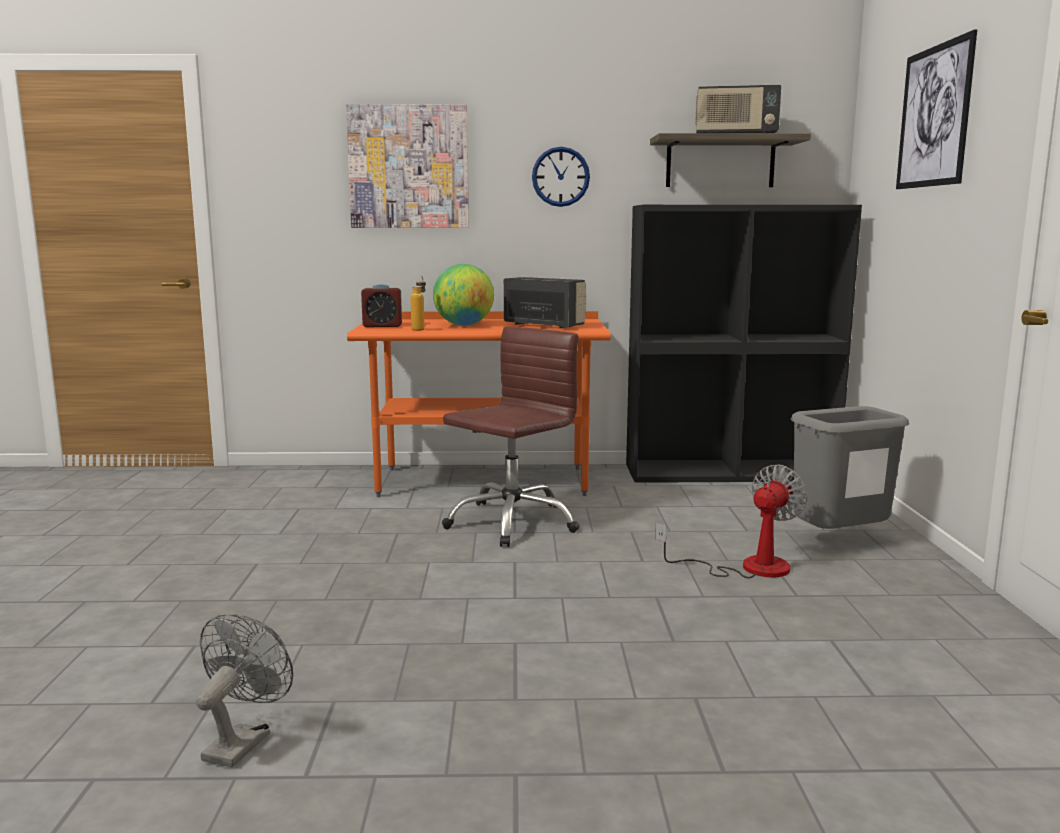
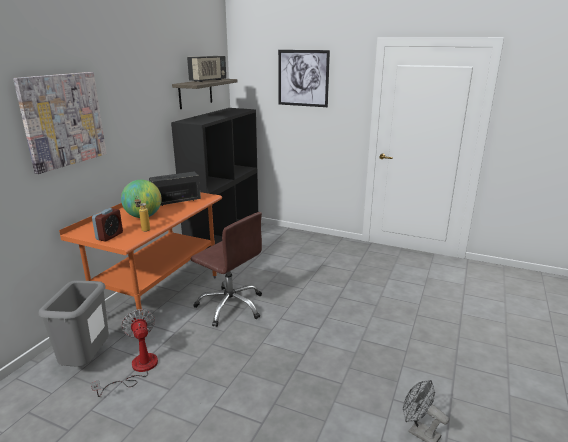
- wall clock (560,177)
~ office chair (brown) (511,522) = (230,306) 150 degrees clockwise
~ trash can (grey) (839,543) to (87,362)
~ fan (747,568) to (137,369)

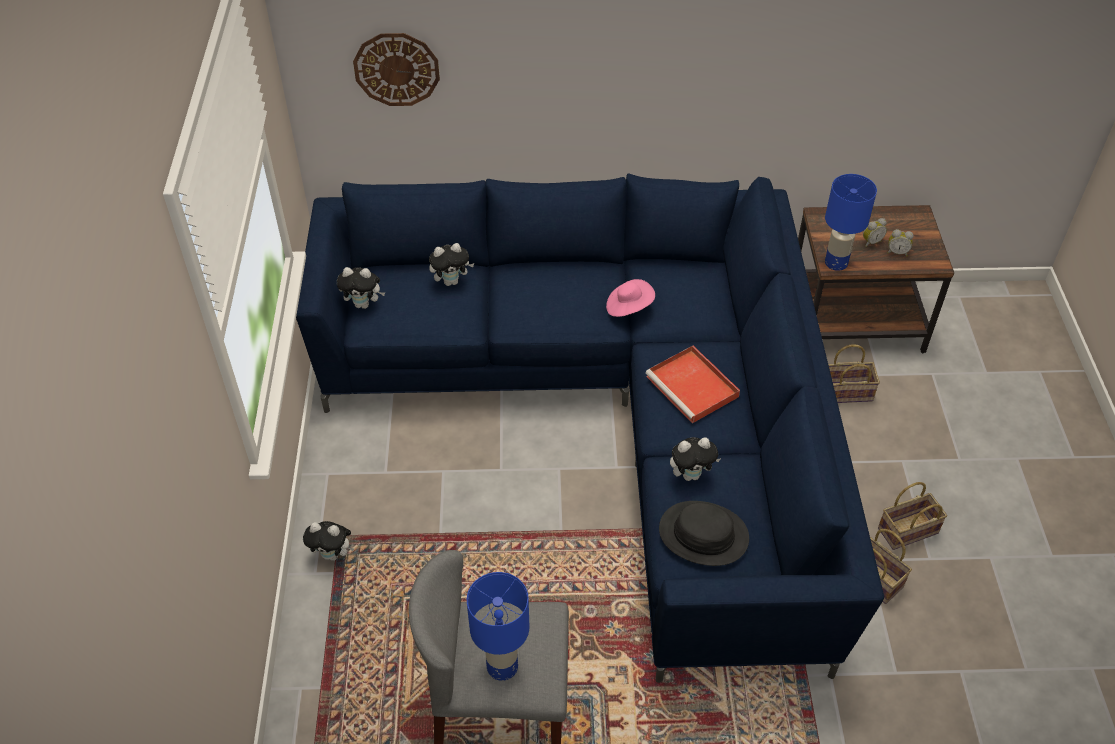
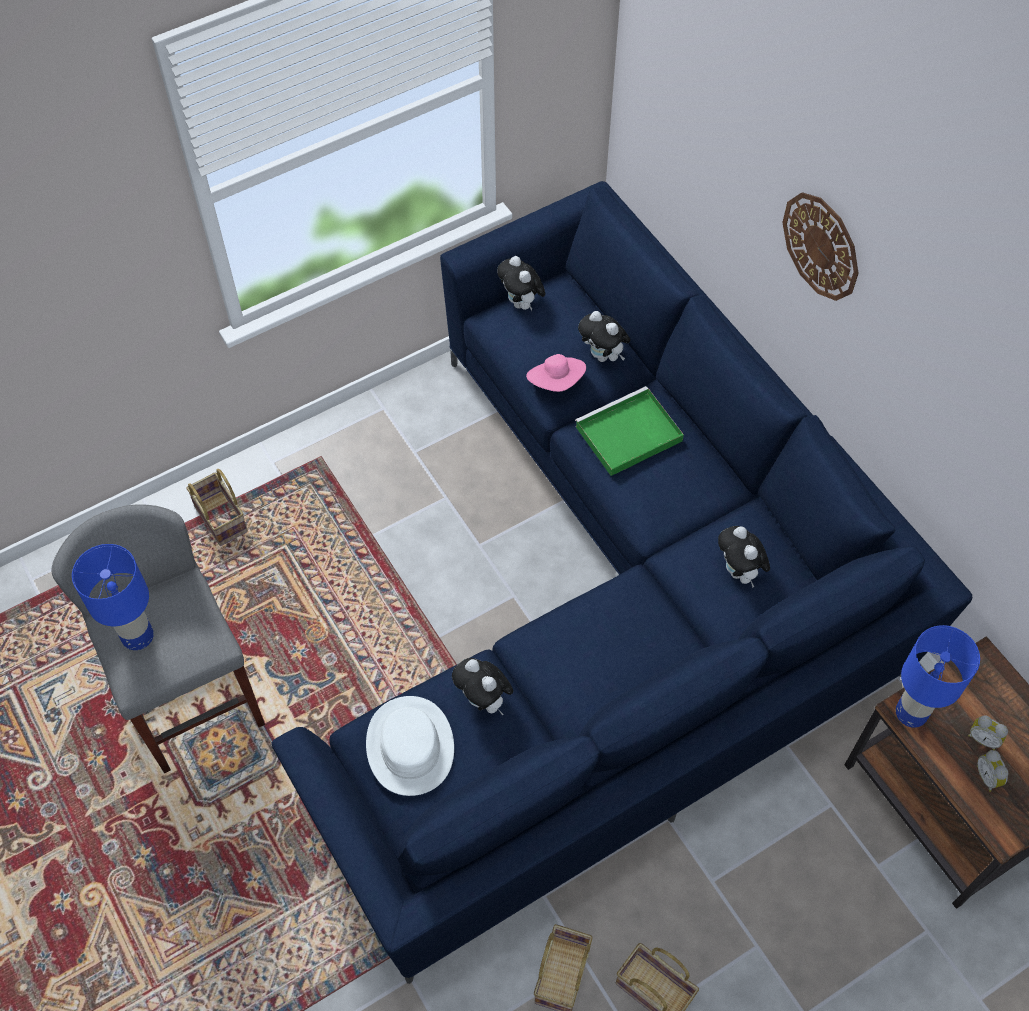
~ wall clock (396,69) to (821,246)
~ hat (pink) (628,307) to (556,382)
~ basket (847,392) to (222,519)
- tray (red) (693,387)
~ hat (black) (703,534) to hat (white) (409,746)
~ plush toy (333,555) to (739,572)
+ tray (green) (627,435)

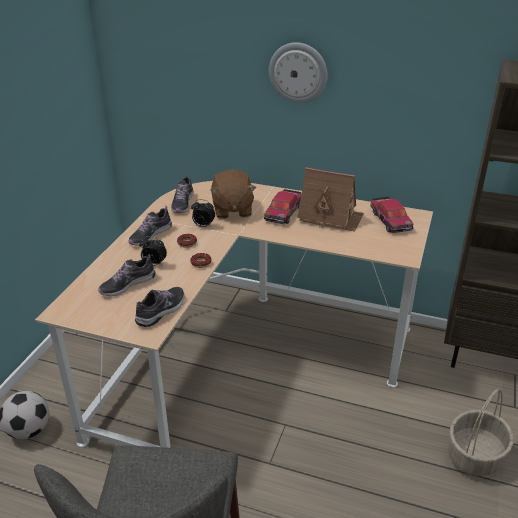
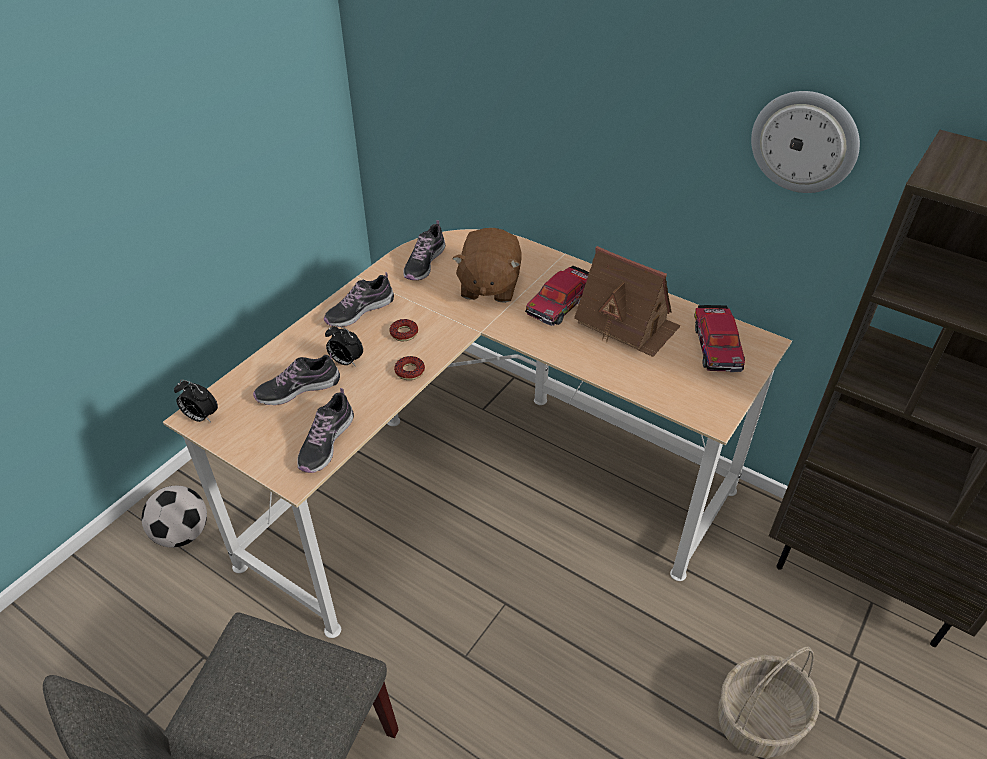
~ wall clock (298,72) to (805,142)
~ alarm clock (203,226) to (201,417)
~ shoe (161,311) = (326,442) 150 degrees clockwise

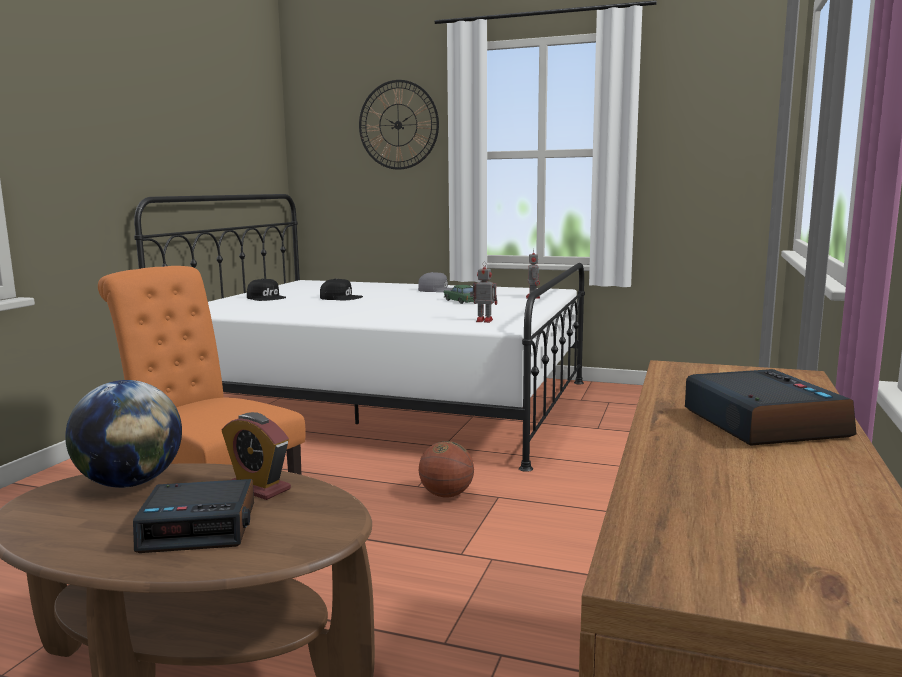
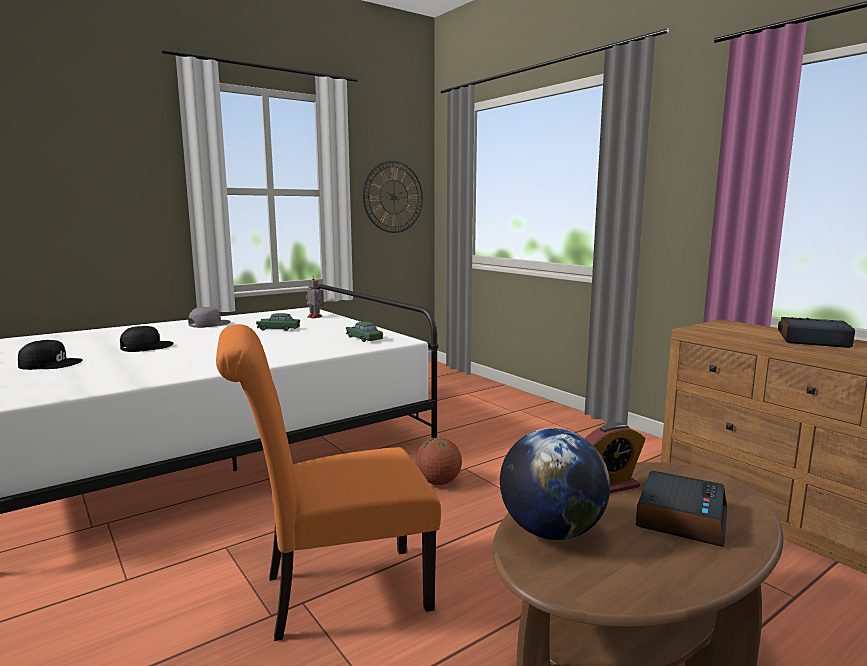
~ wall clock (398,125) to (393,197)
~ toy robot (483,320) to toy car (green) (364,338)

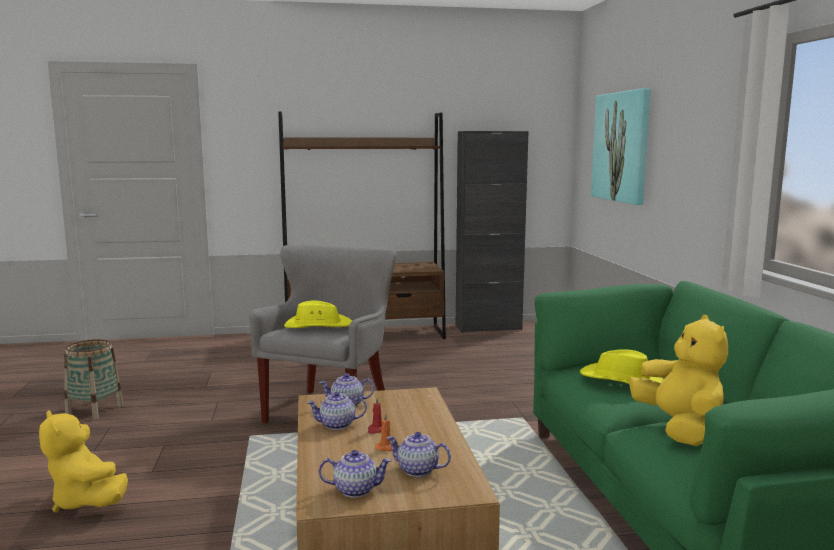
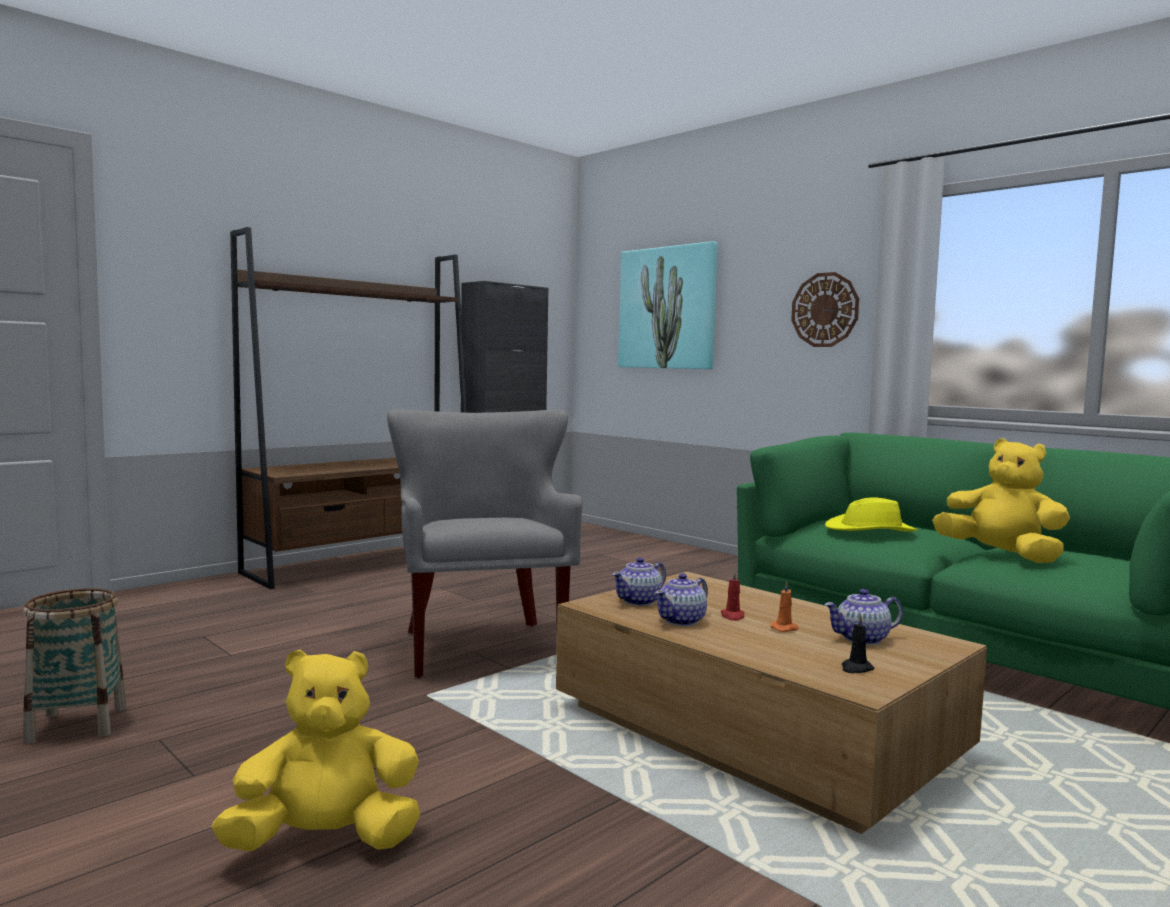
- hat (yellow) (318,325)
~ plush toy (yellow) (86,501) = (326,841) 150 degrees clockwise
~ teapot (355,490) to candle (black) (856,669)
+ wall clock (825,310)

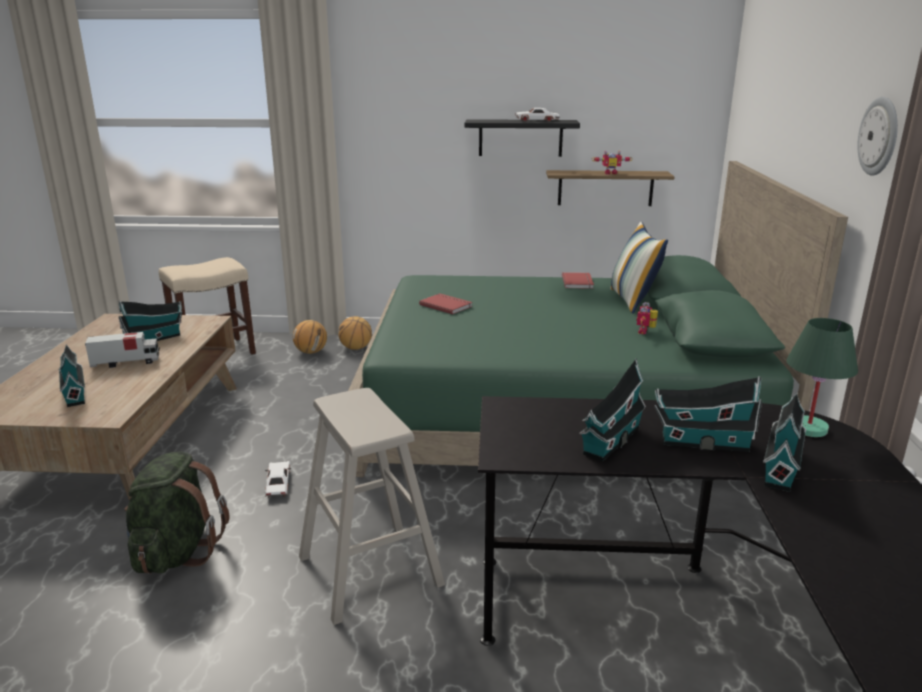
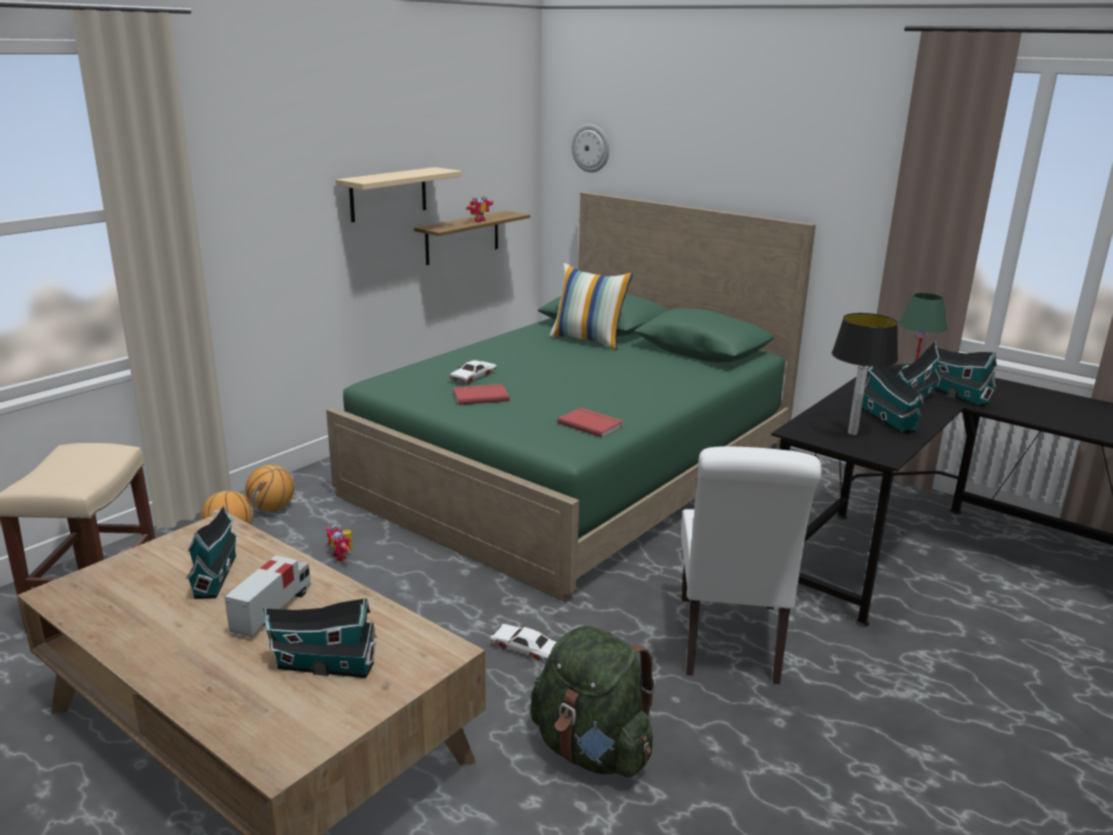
~ wall clock (879,136) to (591,148)
~ toy car (white) (537,121) to (473,377)
~ shelf (black) (520,138) to shelf (beige) (388,194)
~ book (red) (578,282) to (591,424)
~ toy robot (646,331) to (342,556)
~ stool (beige) (369,570) to chair (white) (730,644)
+ table lamp (853,433)

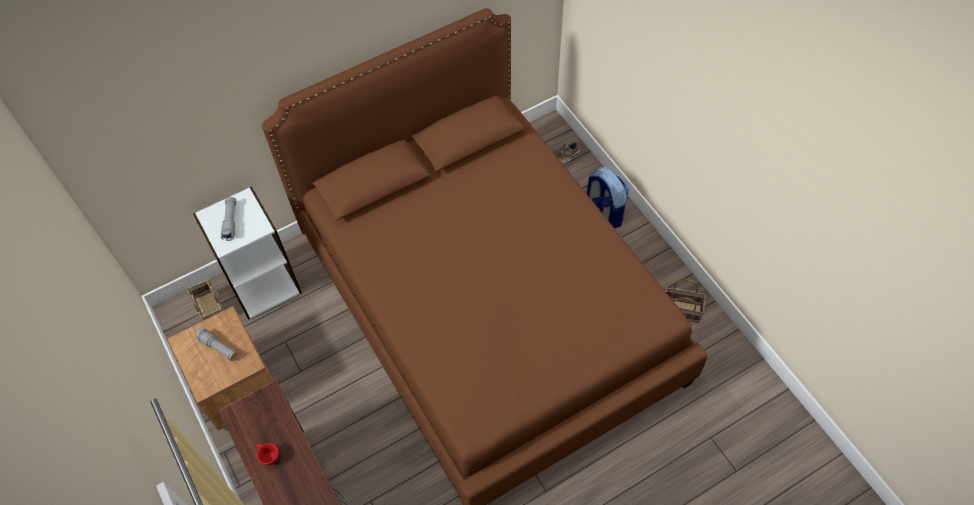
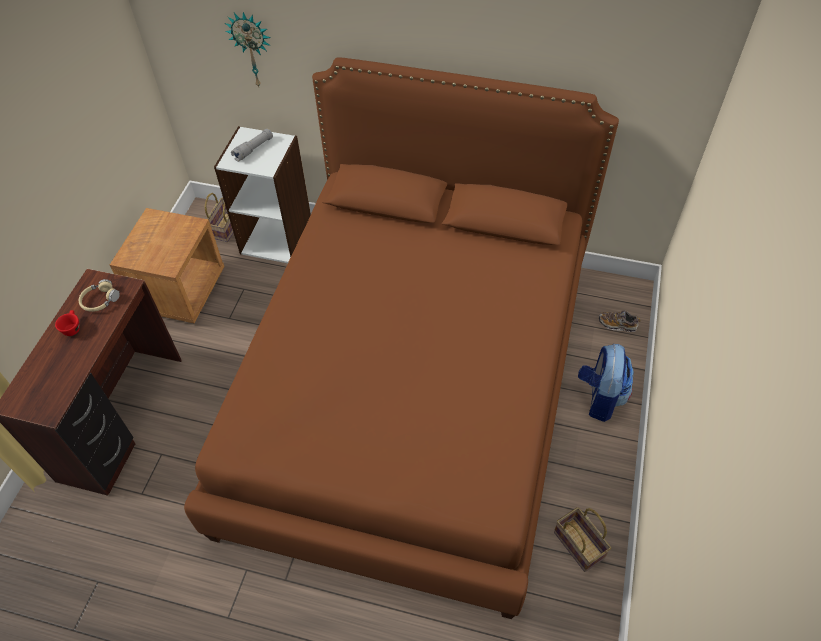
- flashlight (grey) (218,347)
+ wall clock (252,49)
+ headphones (beige) (100,300)

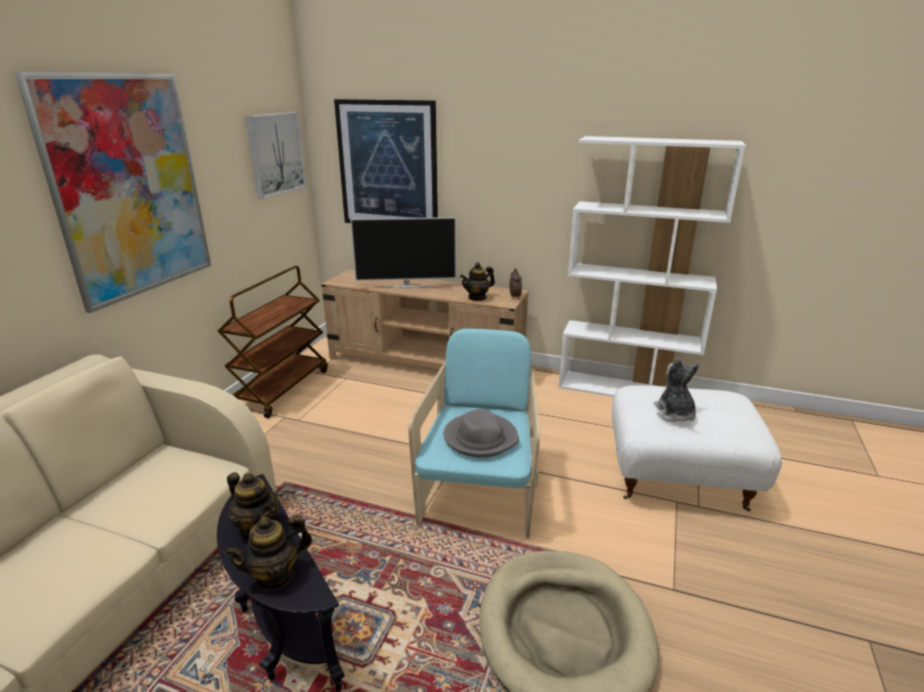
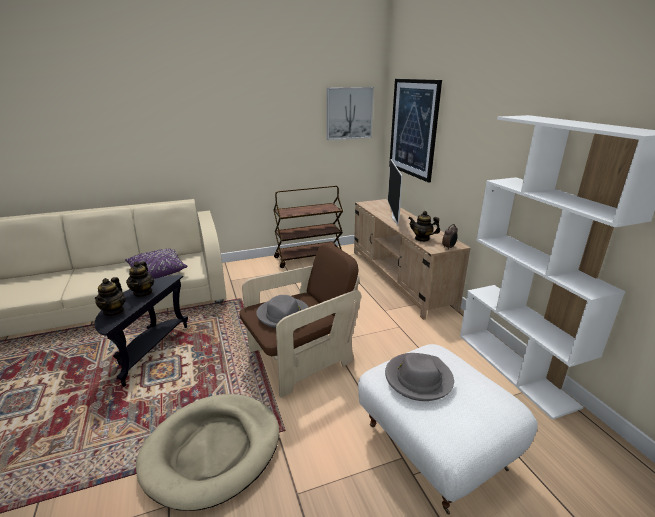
- picture (129,187)
~ television (406,286) = (395,218) 45 degrees clockwise
~ armchair (turquoise) (479,493) to armchair (brown) (300,359)
~ plush toy (674,414) to hat (grey) (418,379)
~ teapot (275,575) = (114,311) 105 degrees counterclockwise
+ pillow (purple) (157,272)

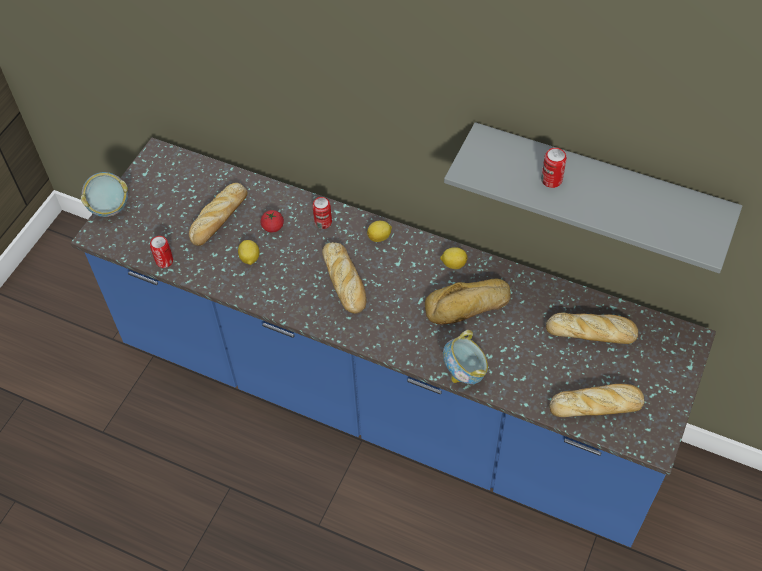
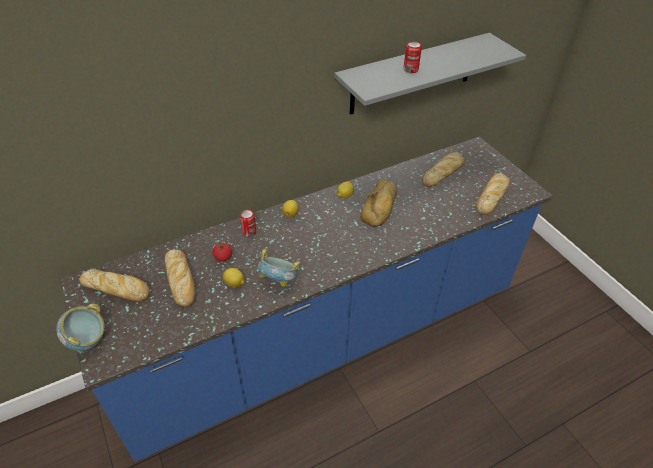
- can (164,261)
~ bread (345,281) to (117,289)
~ bowl (464,372) to (279,281)

